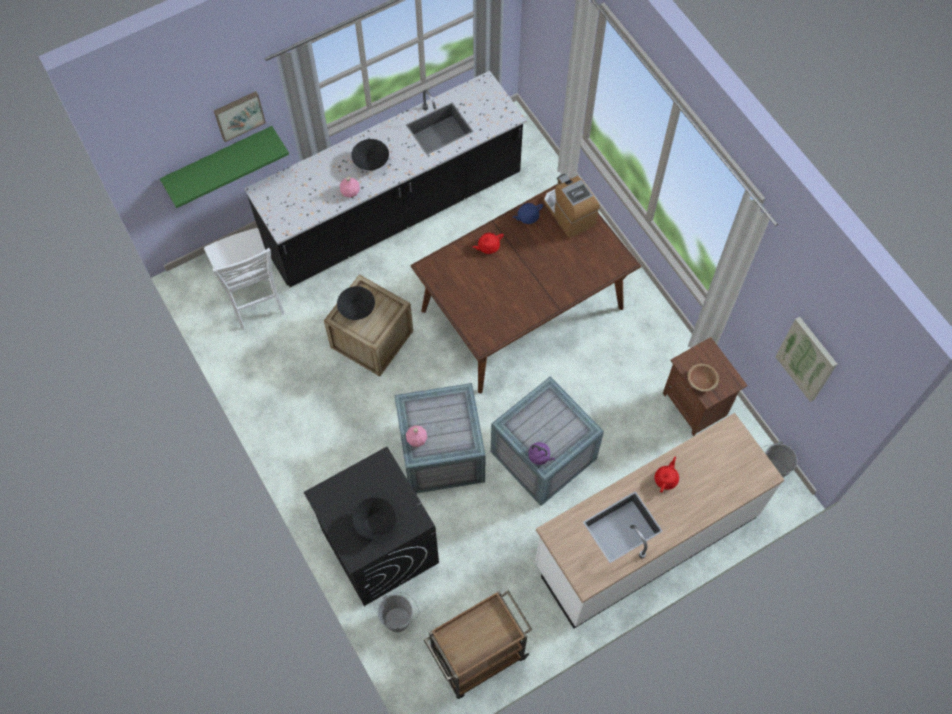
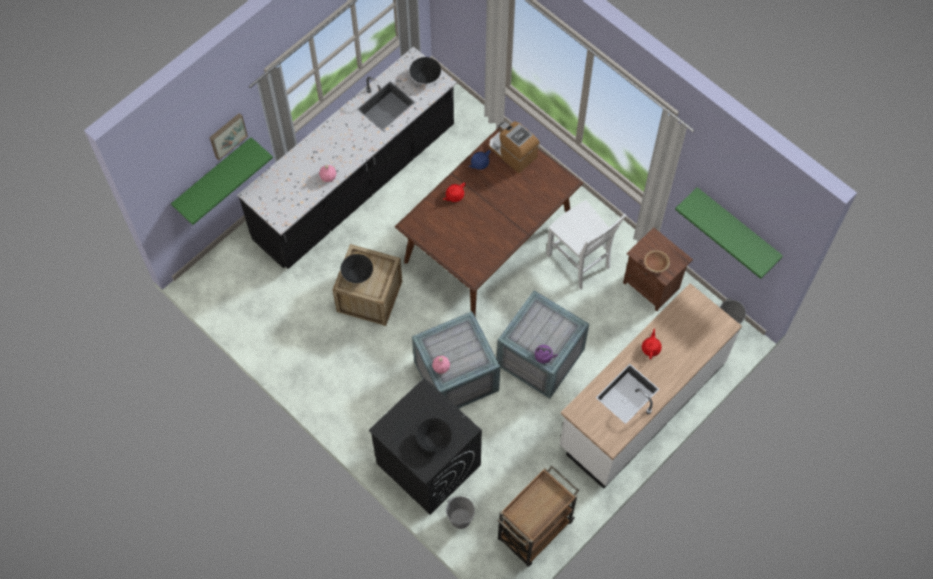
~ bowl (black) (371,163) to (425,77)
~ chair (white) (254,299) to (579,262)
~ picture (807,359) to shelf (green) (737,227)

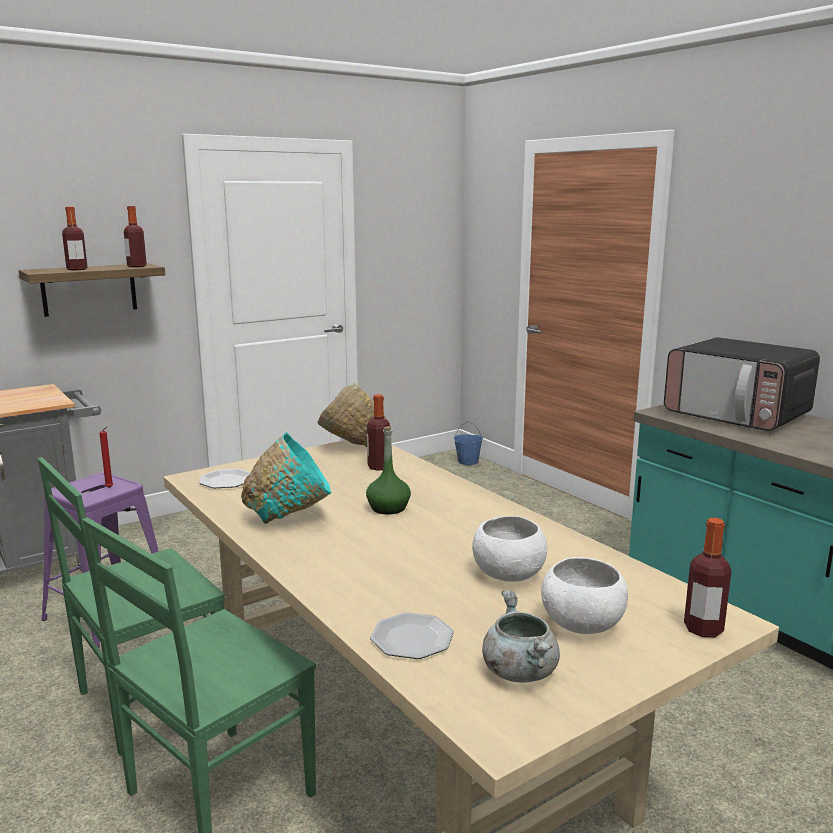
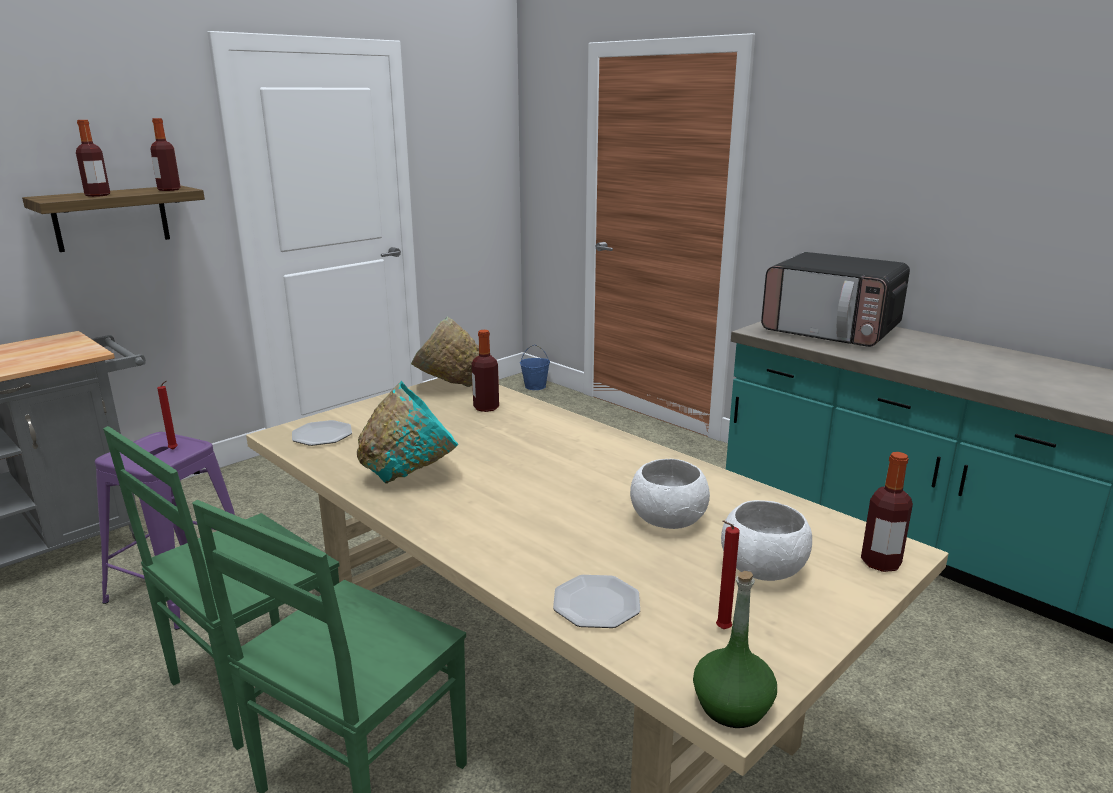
~ bottle (green) (388,508) to (732,706)
~ cooking pot (grey) (519,671) to candle (red) (721,629)

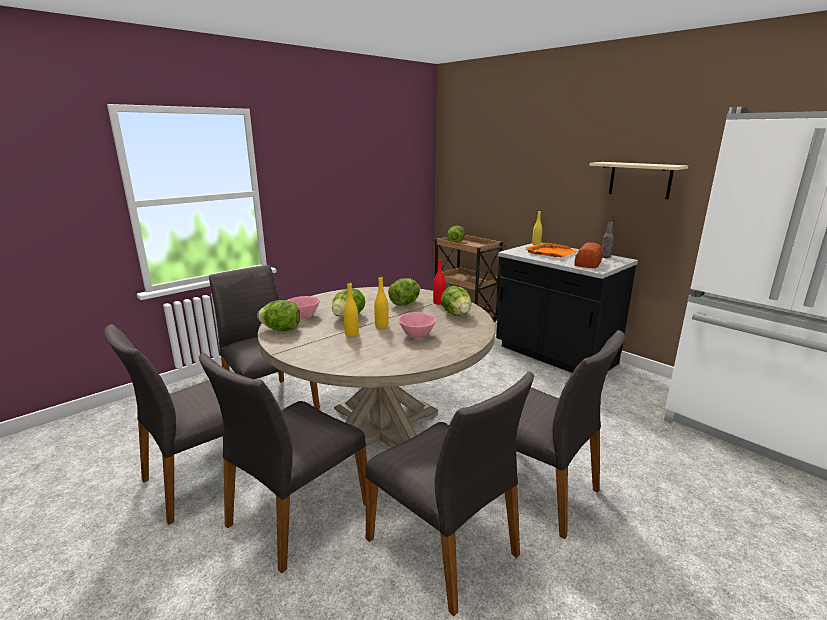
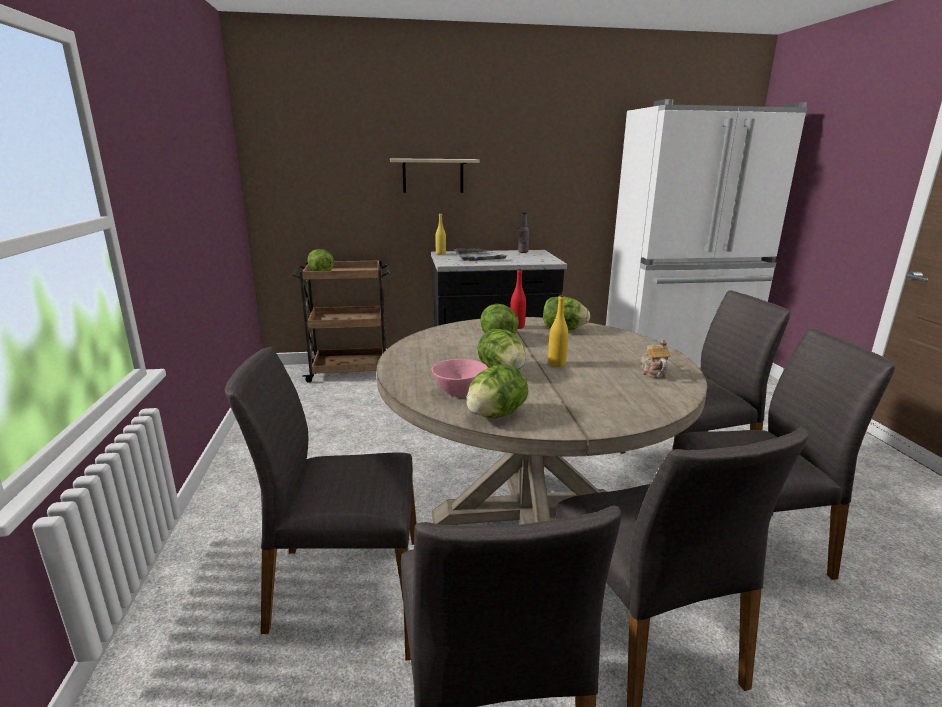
~ shelf (beige) (640,180) to (433,175)
- bread (588,264)
~ tray (orange) (551,252) to tray (grey) (478,257)
- bottle (yellow) (351,334)
- bowl (pink) (416,336)
+ teapot (652,372)

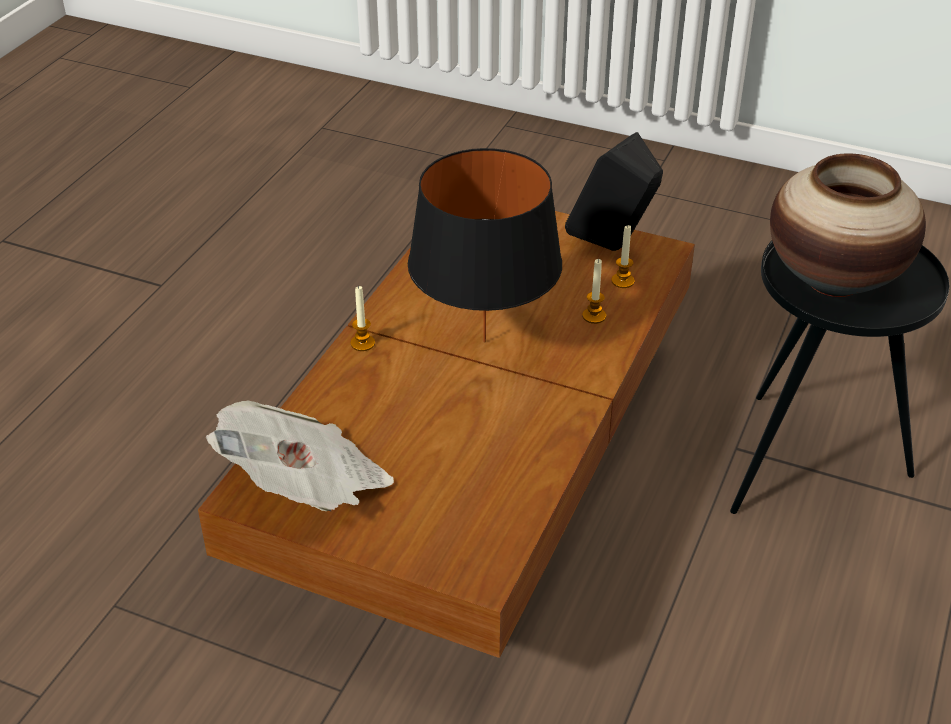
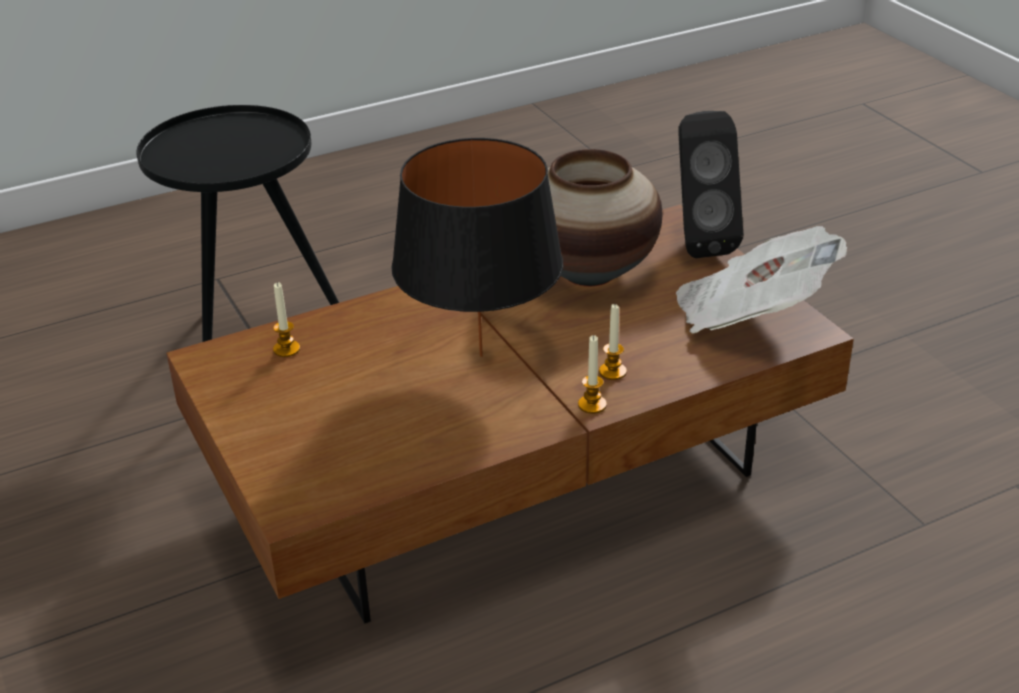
~ speaker (black) (612,248) to (698,241)
~ vase (833,280) to (589,273)
~ candle (594,316) to (612,372)

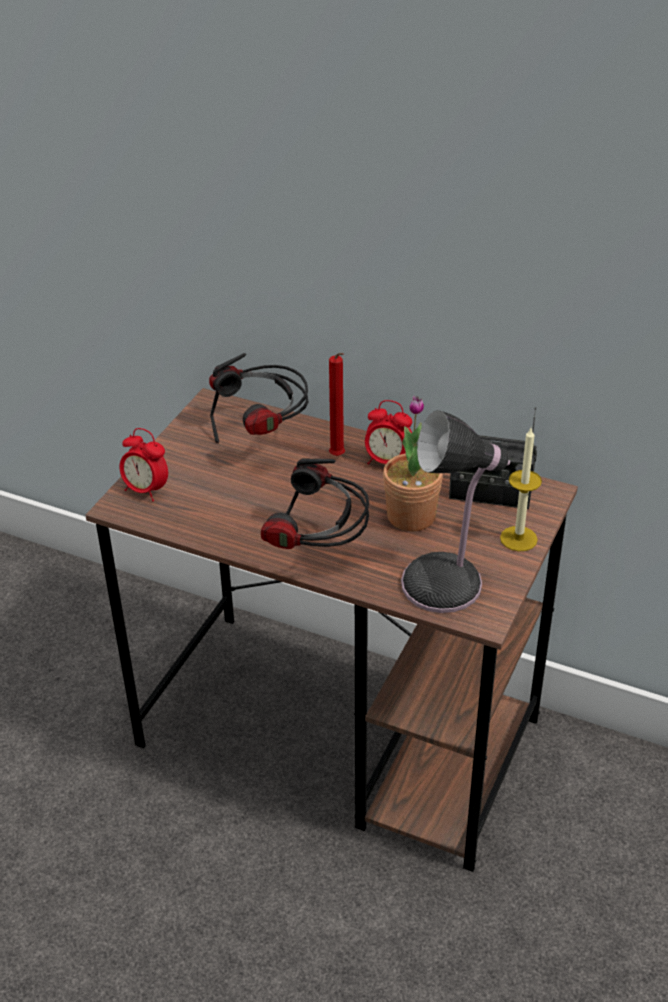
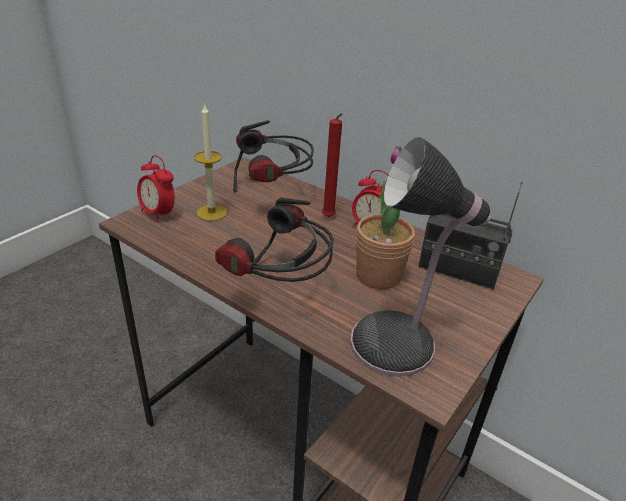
~ candle (518,538) to (211,212)

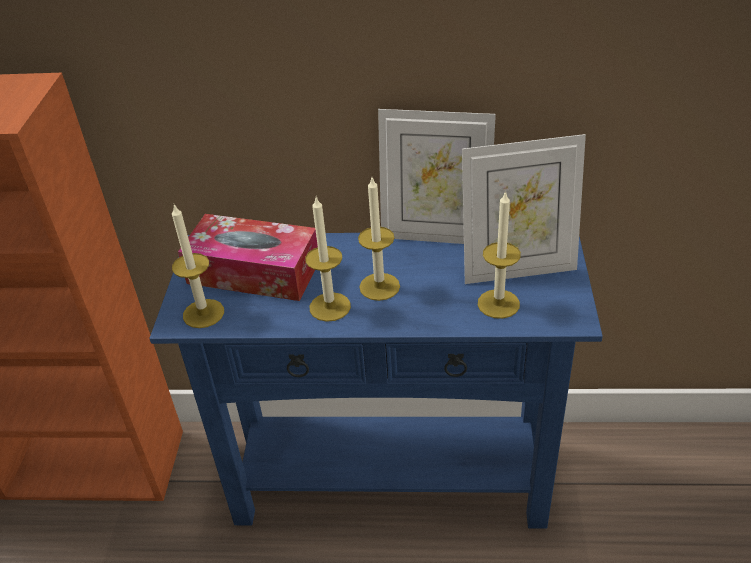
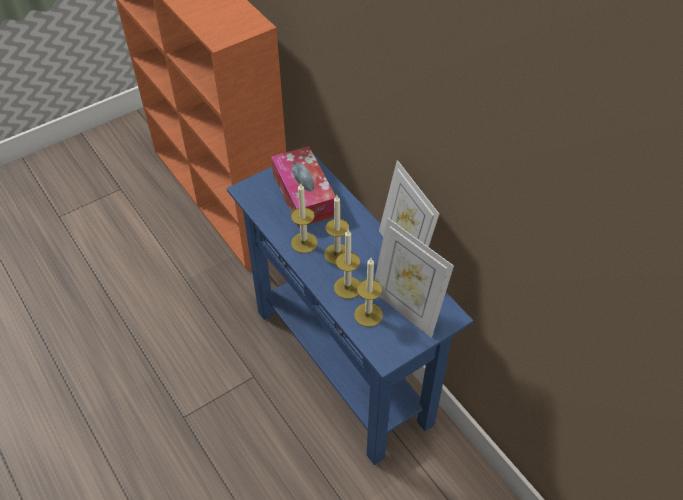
~ candle (203,313) to (347,287)

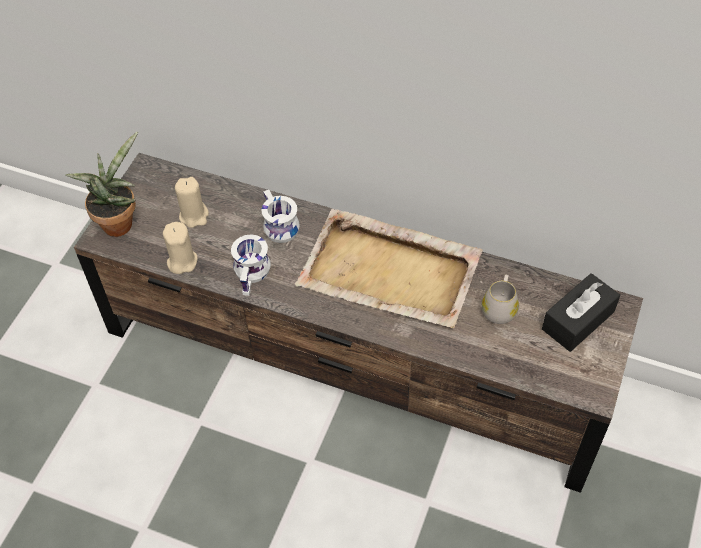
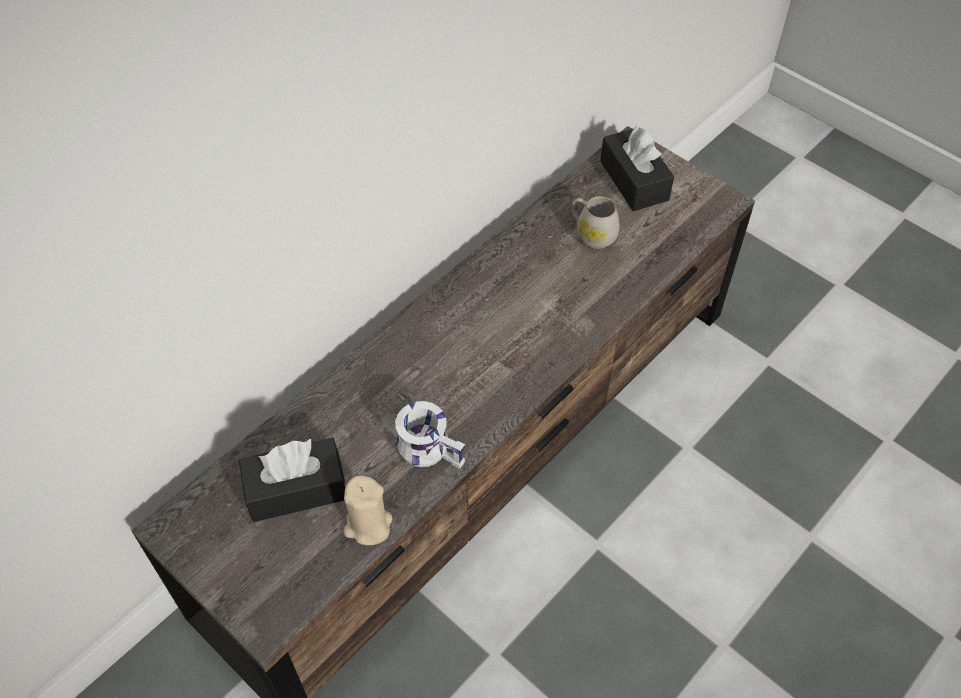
- potted plant (119,221)
~ candle (beige) (194,216) to tissue box (black) (296,489)
- mug (white) (276,226)
- tray (beige) (391,272)

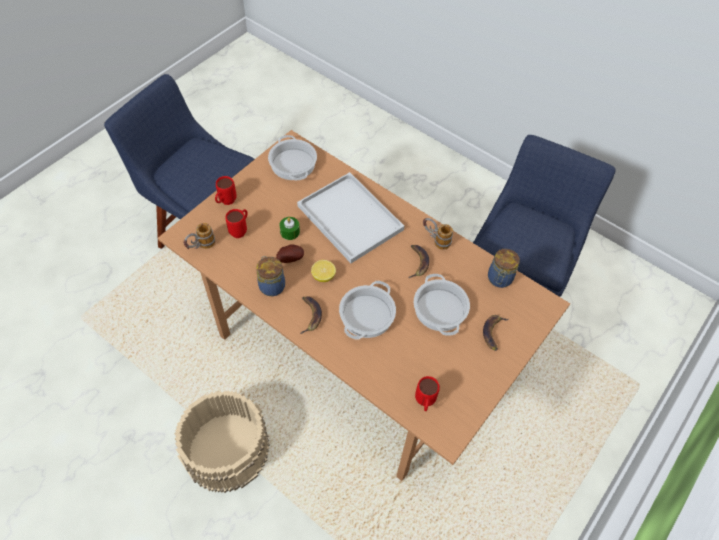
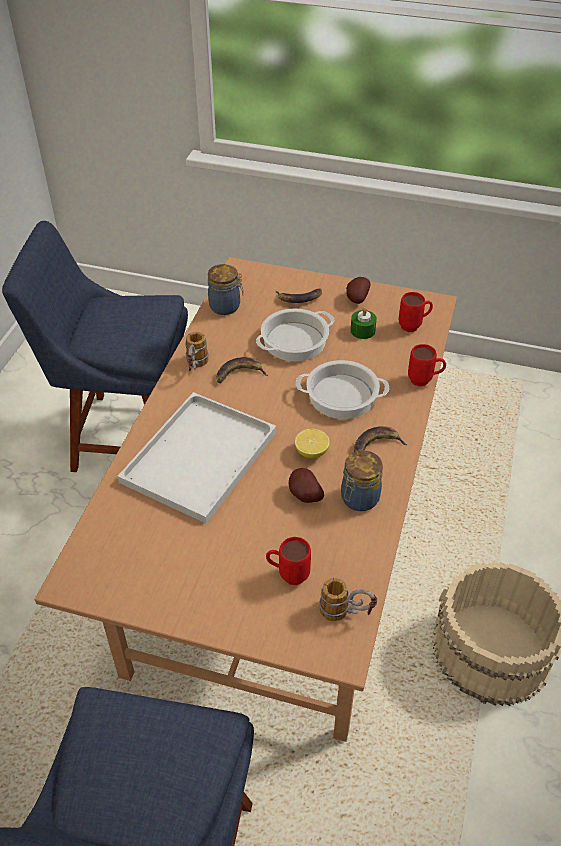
- cooking pot (292,163)
~ mug (red) (225,202) to (424,381)
~ candle (green) (290,232) to (362,330)
+ potato (356,299)

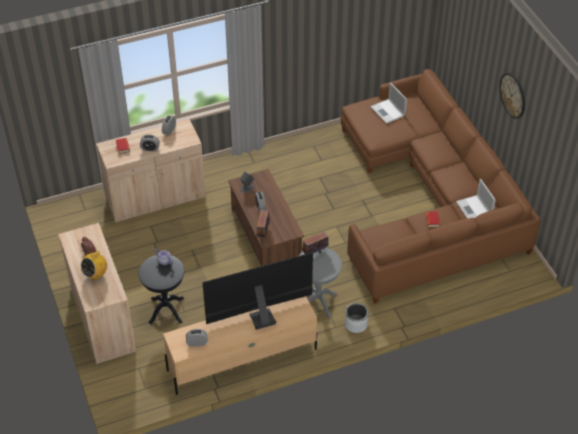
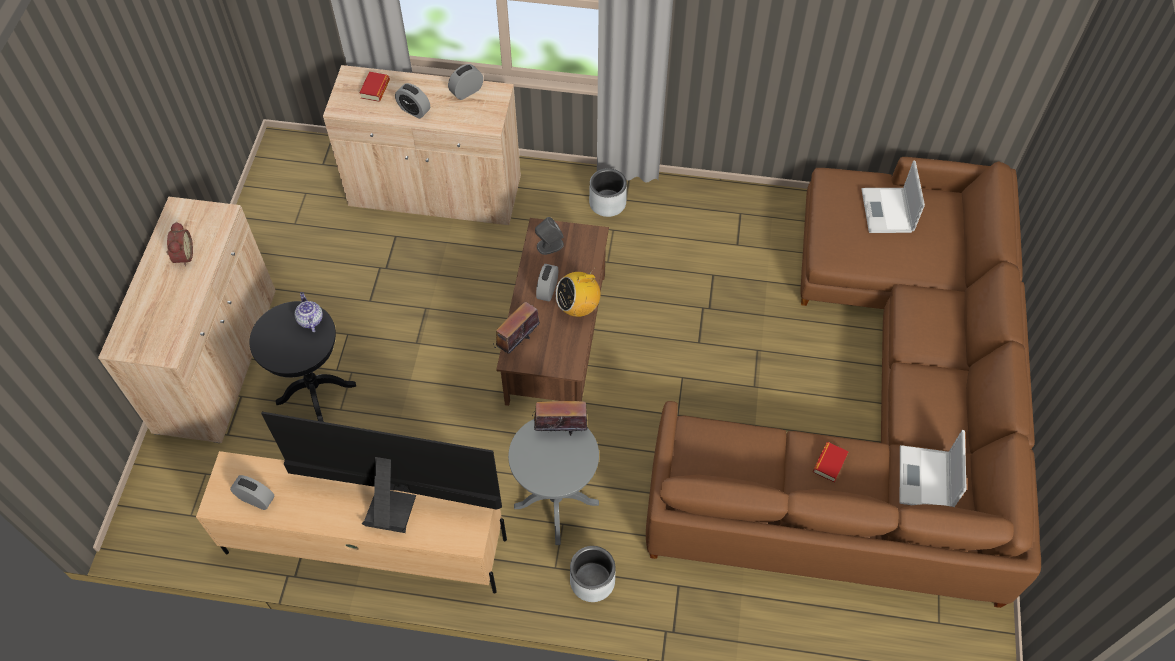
- wall clock (513,95)
~ radio (95,274) to (578,307)
+ planter (grey) (608,203)

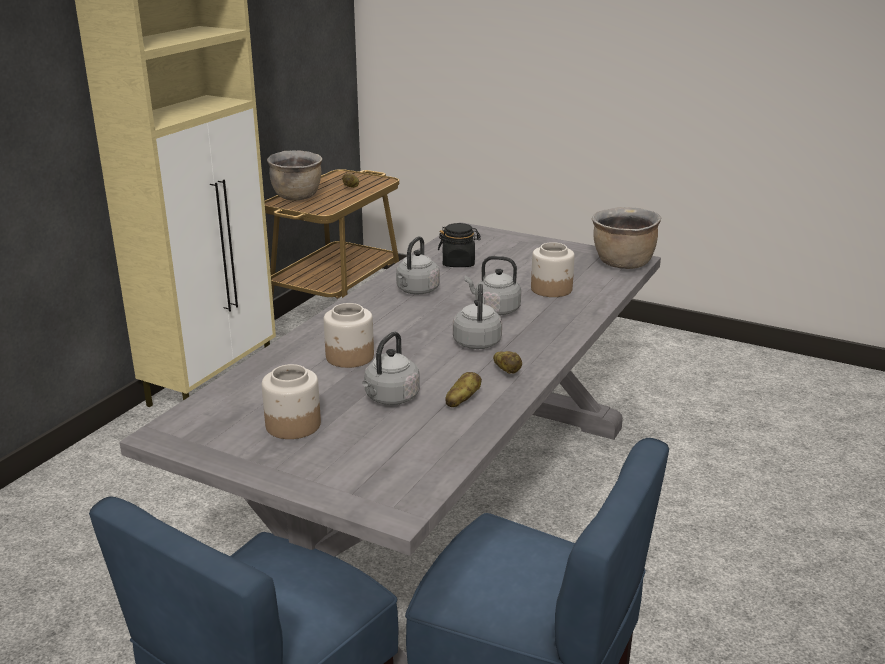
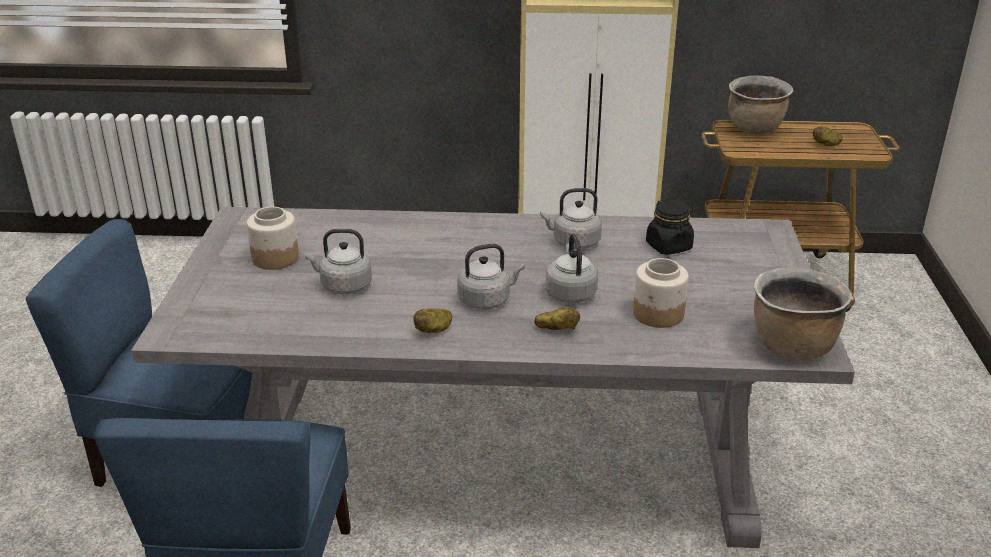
- jar (350,357)
~ potato (462,400) to (557,329)

